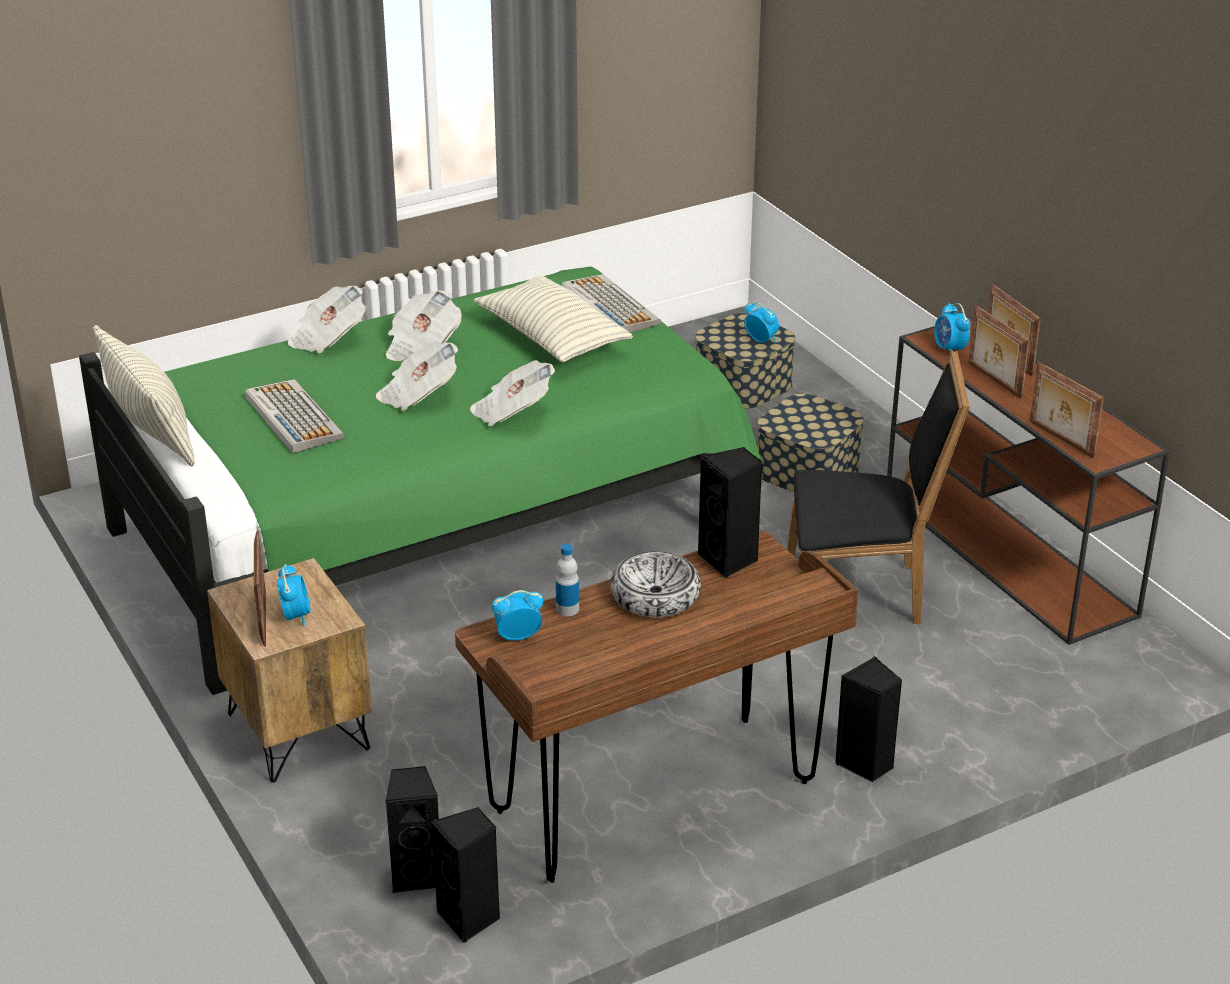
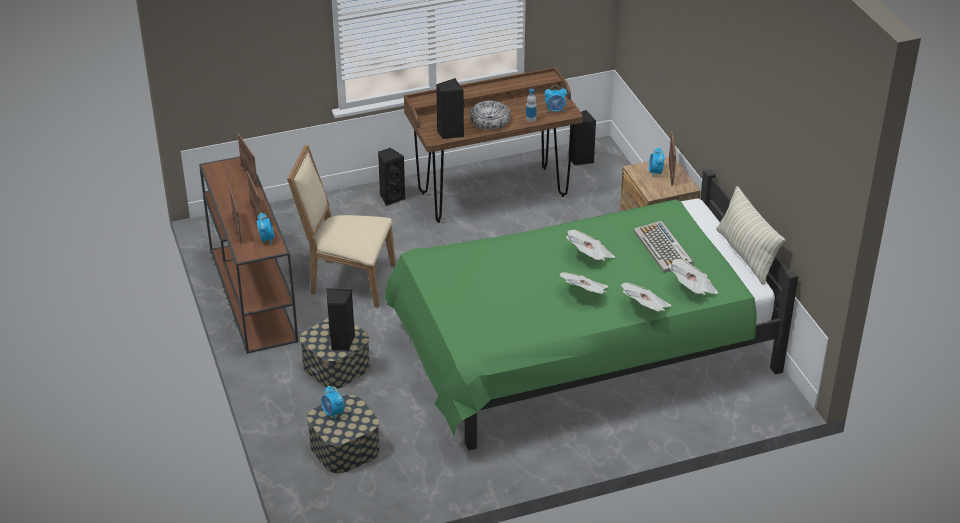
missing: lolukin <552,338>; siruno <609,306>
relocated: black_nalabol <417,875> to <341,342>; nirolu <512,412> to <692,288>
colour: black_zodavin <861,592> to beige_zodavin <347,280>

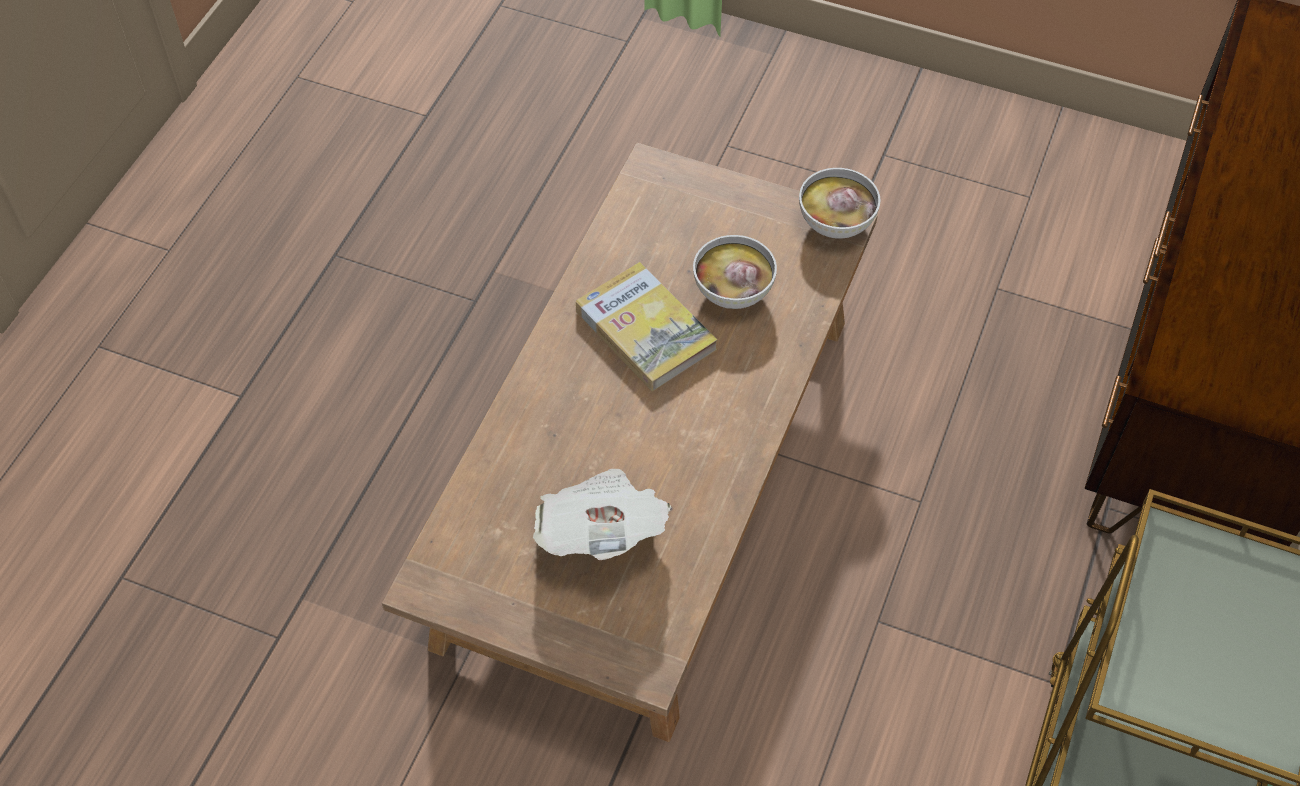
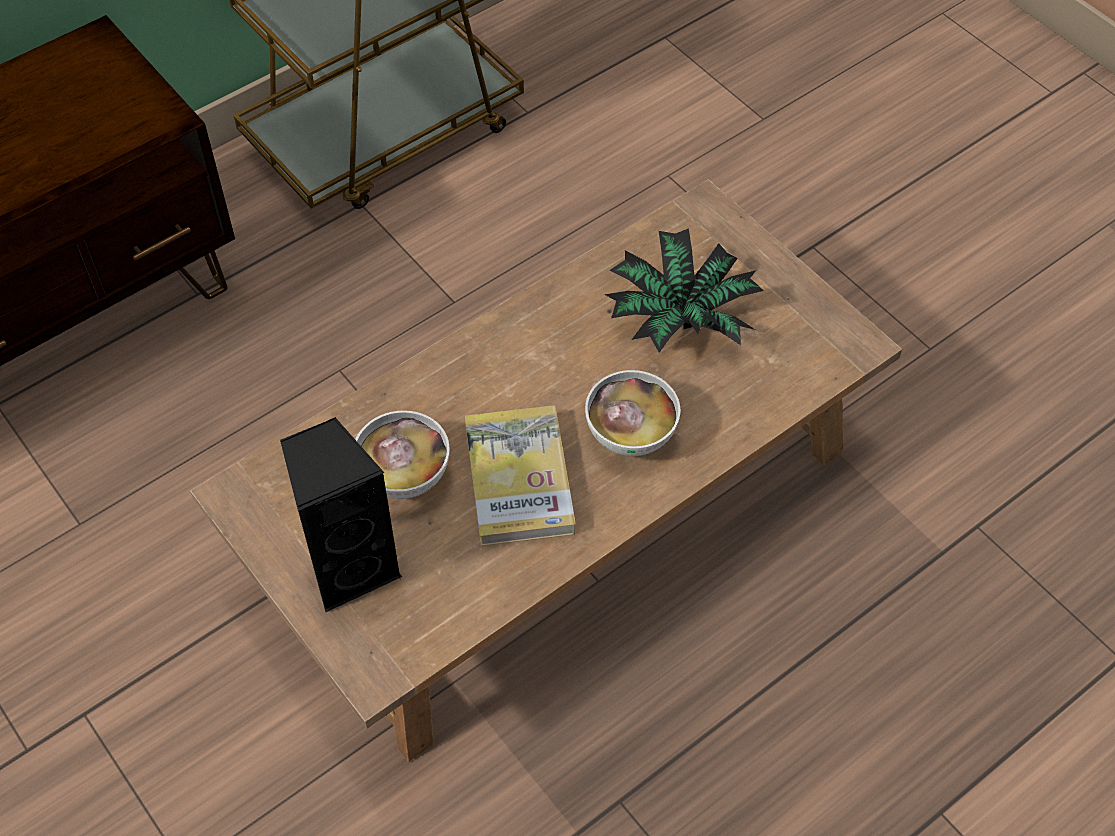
appeared: black_nalabol <350,566>
relocated: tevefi <835,224> to <631,434>
exchanged: nirolu <602,532> to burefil <680,318>

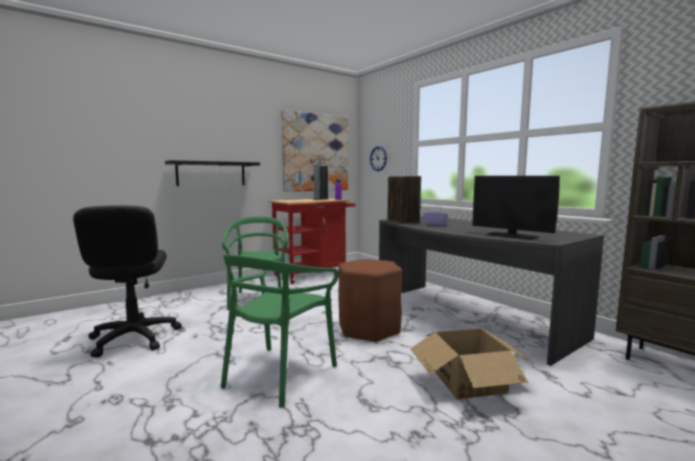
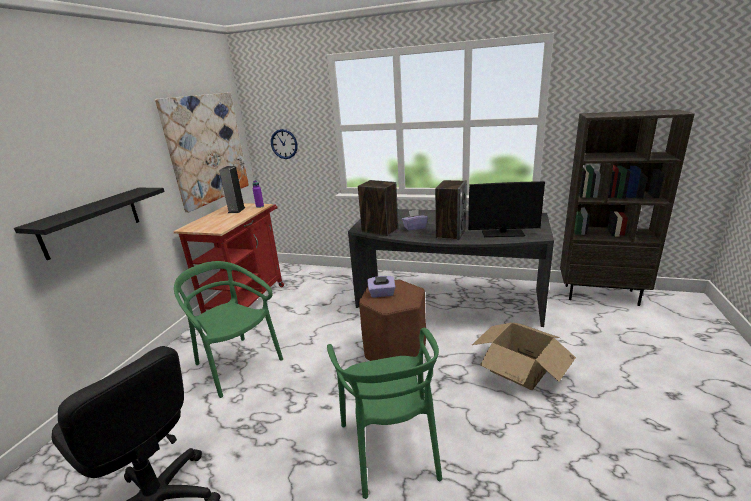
appeared: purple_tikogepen <382,294>; nalabol <450,233>

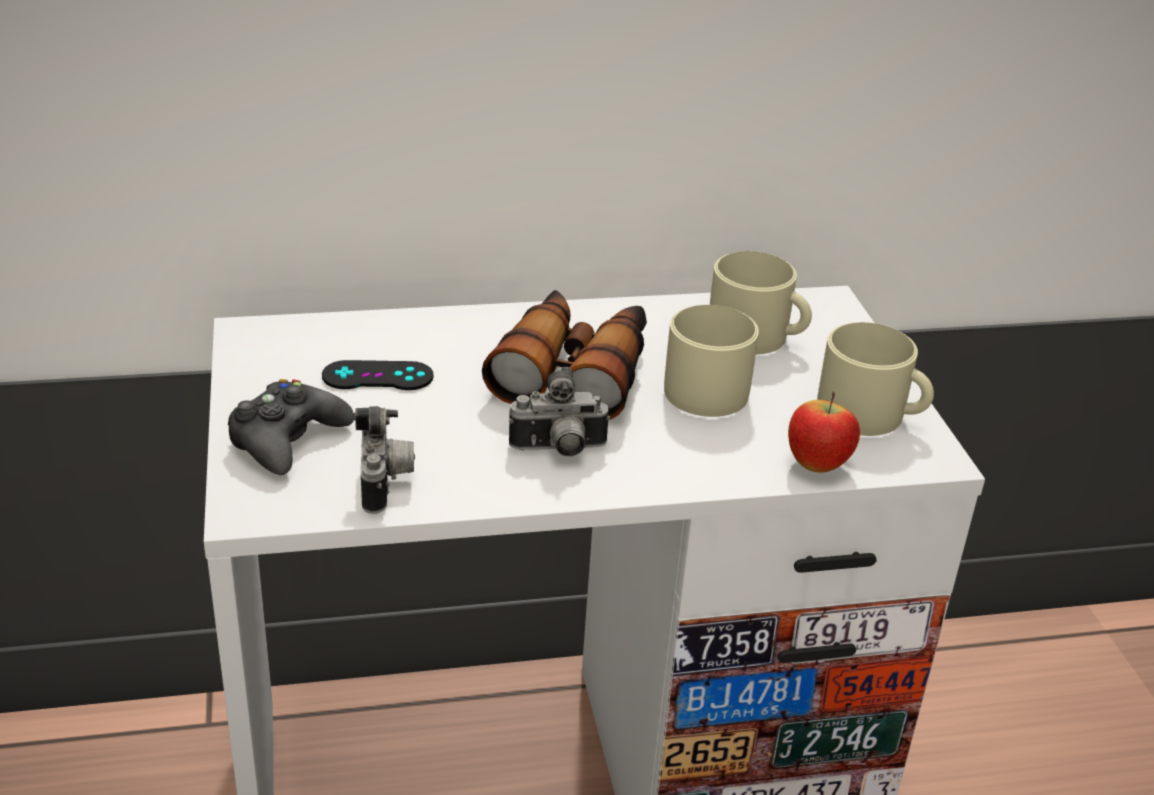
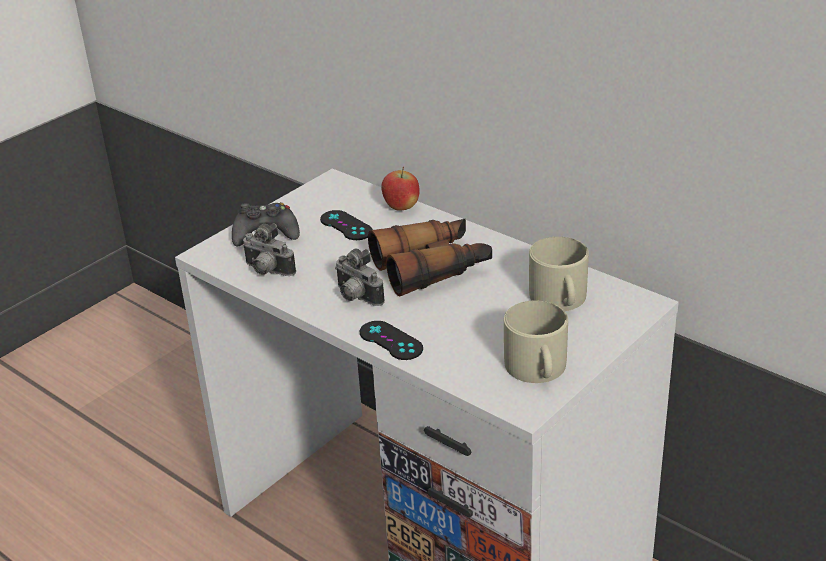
missing: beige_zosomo <708,386>
appeared: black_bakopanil <391,341>
relocated: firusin <817,465> to <401,208>
spun: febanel <386,484> = <267,272> 75 degrees clockwise

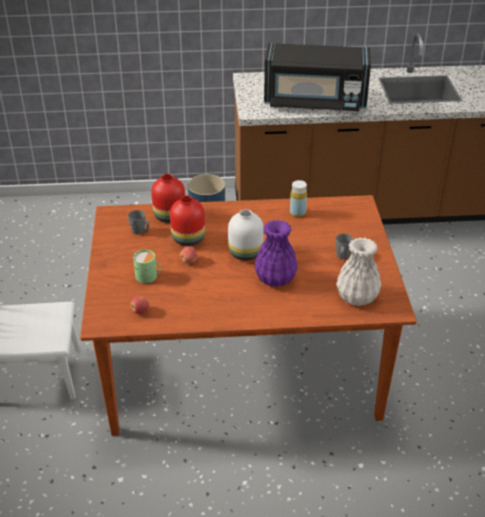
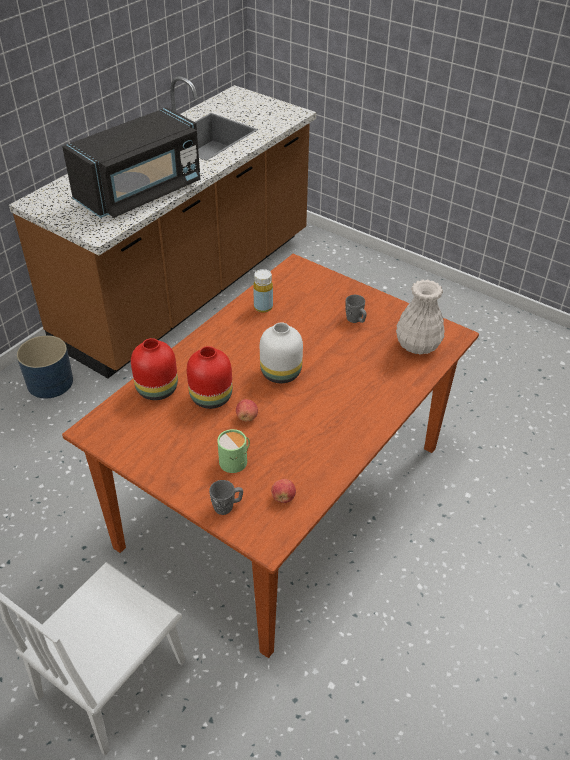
missing: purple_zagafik <275,279>
relocated: grey_zosomo <140,231> to <227,506>

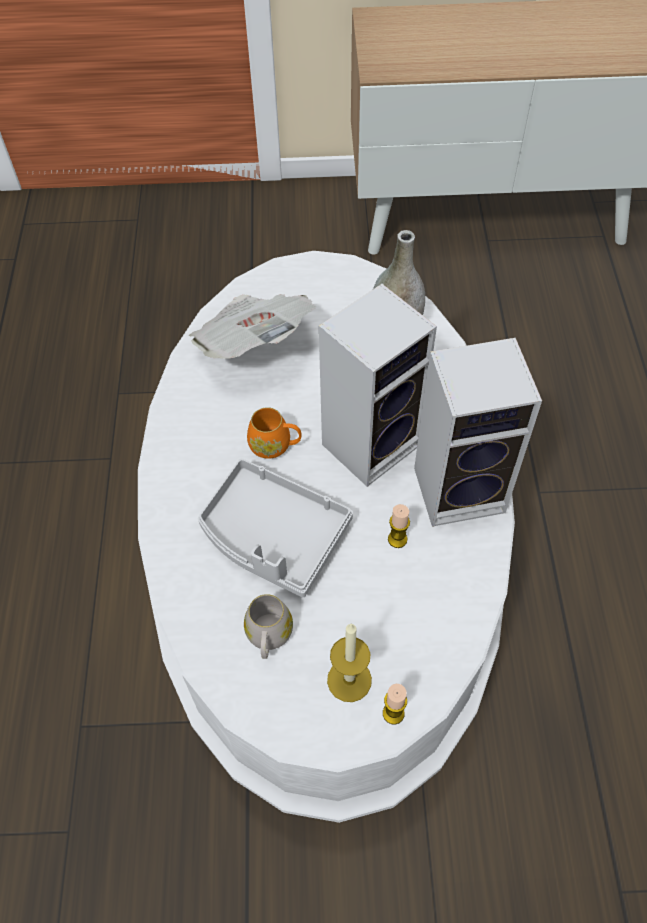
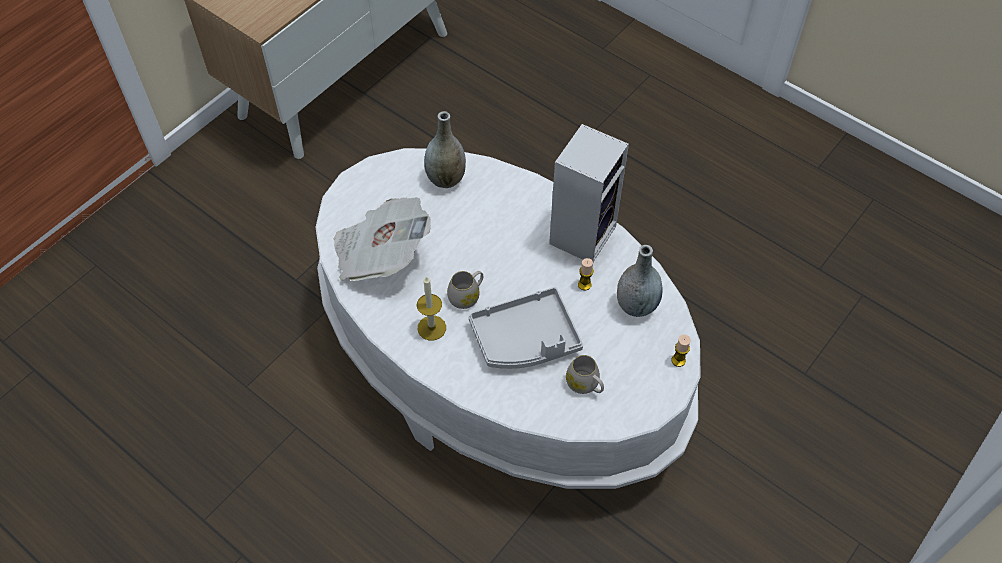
missing: nalabol <372,442>
appeared: grey_zagafik <636,305>
relocated: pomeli <349,680> to <431,328>
colour: orange_zosomo <275,446> to white_zosomo <467,296>

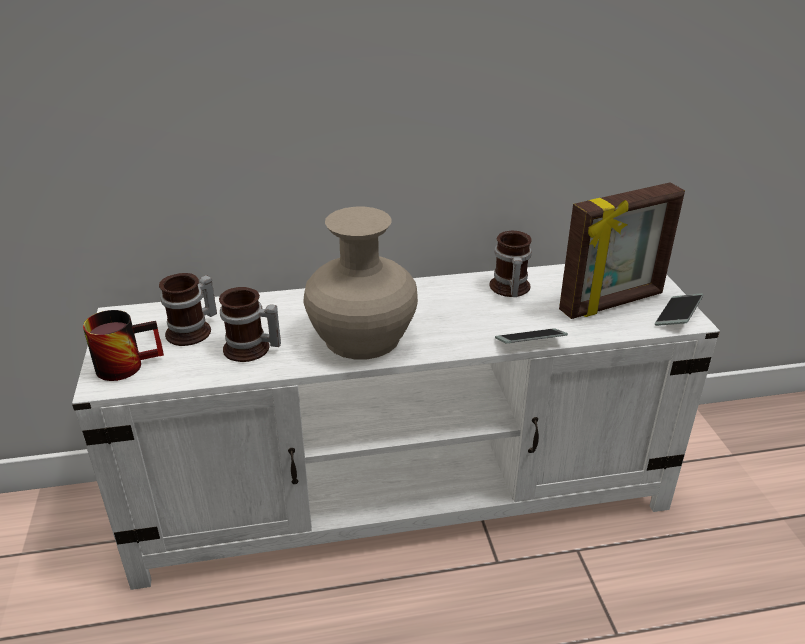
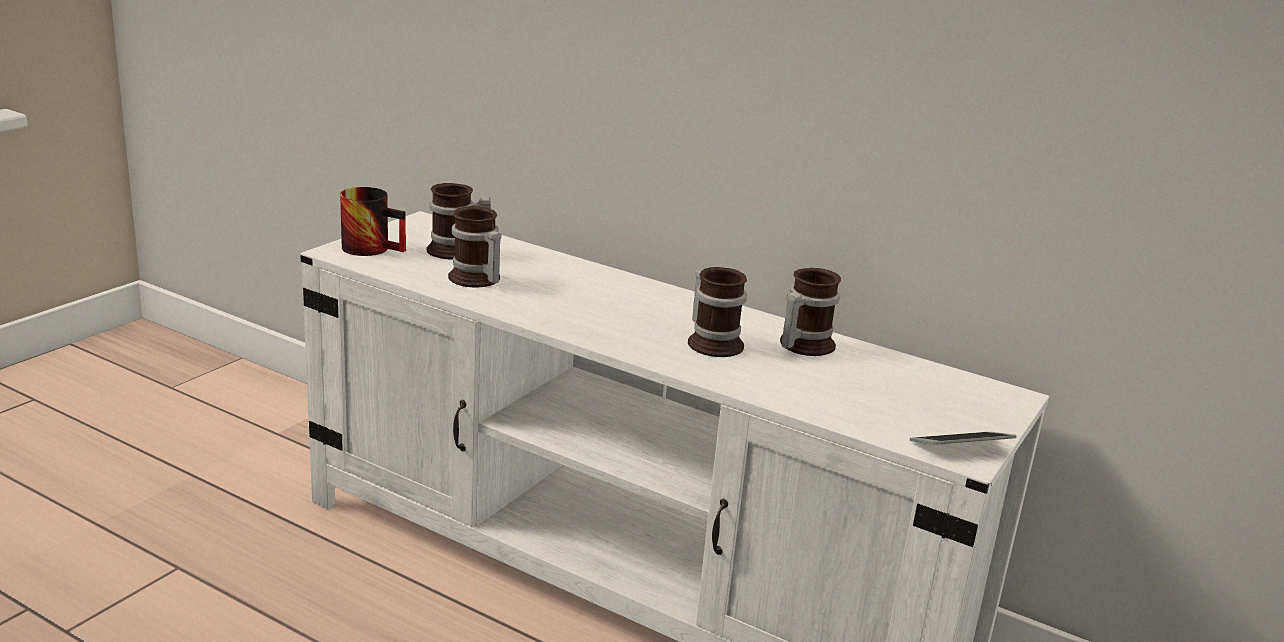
missing: beige_zagafik <362,337>; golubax <530,342>; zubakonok <612,303>
appeared: zosomo <714,342>

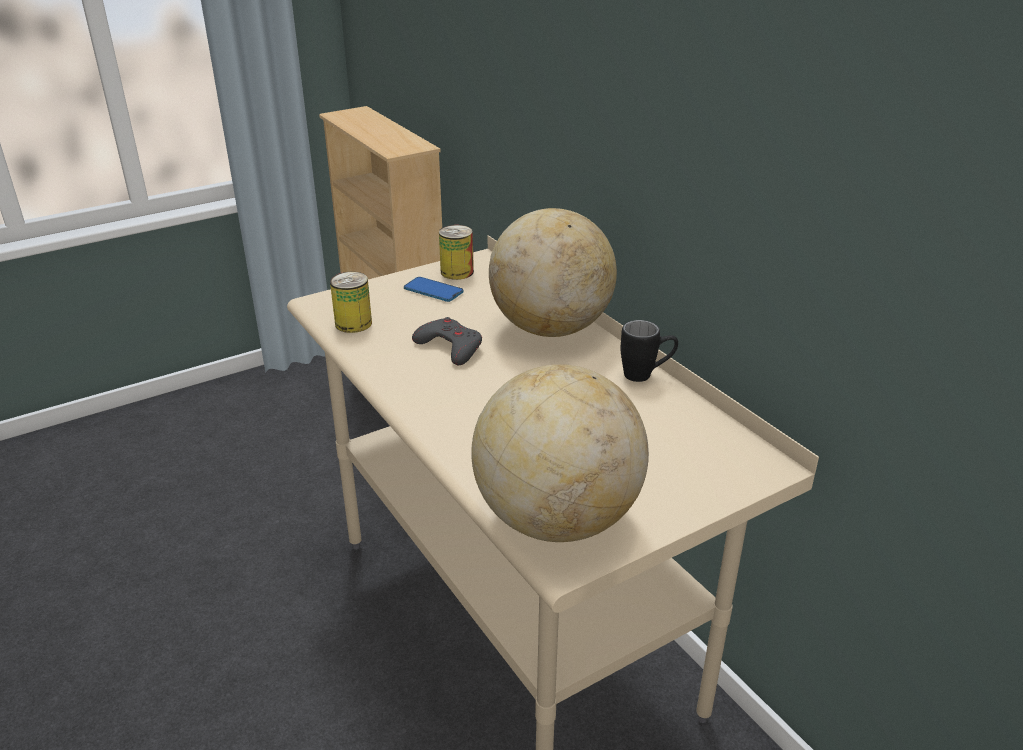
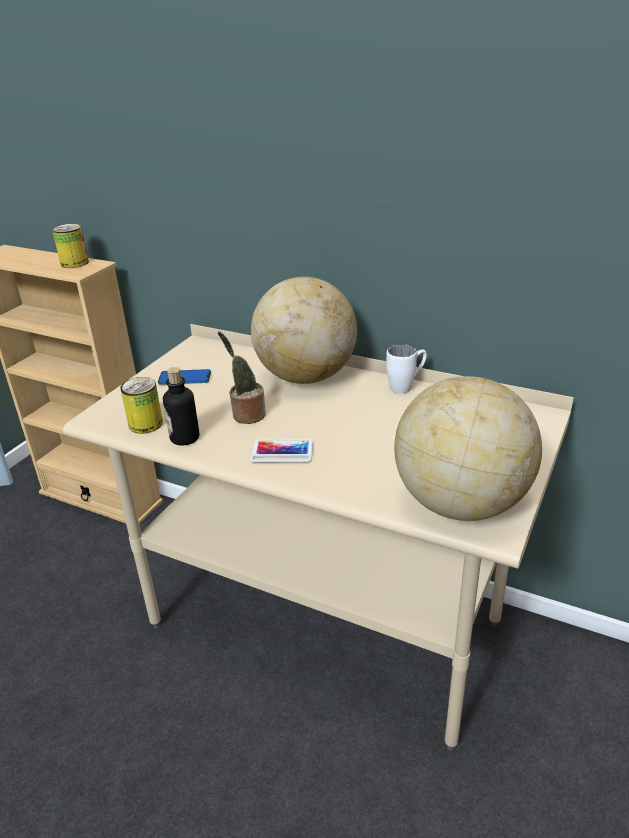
appeared: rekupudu <185,438>; golubax <282,452>
relocated: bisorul <457,272> to <74,263>
exchanged: grey_bakopanil <450,347> to burefil <246,415>
colour: black_zosomo <646,375> to white_zosomo <406,386>

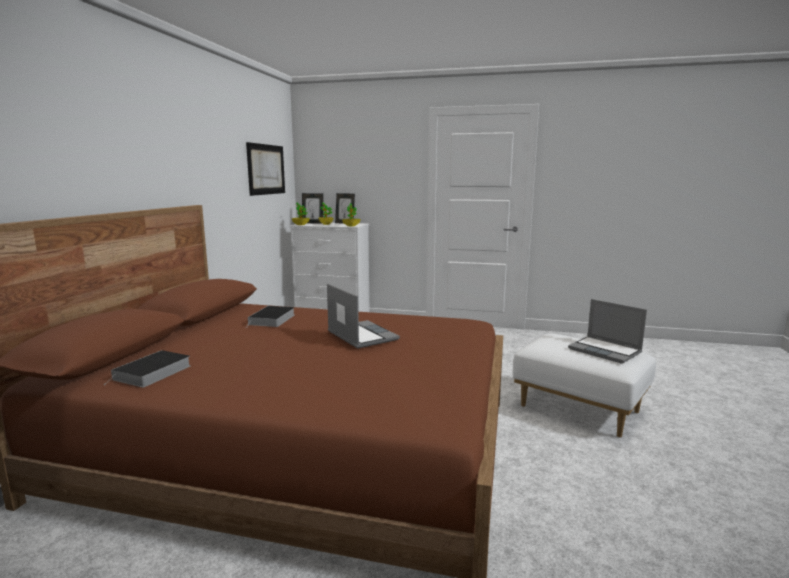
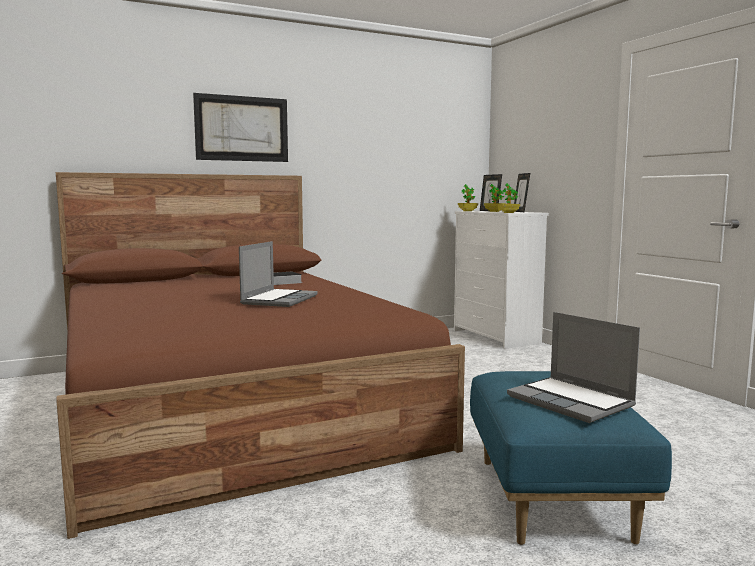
missing: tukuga <152,373>
relocated: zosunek <266,169> to <242,128>
colour: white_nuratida <580,409> to blue_nuratida <554,499>
spun: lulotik <605,351> = <572,401> 45 degrees counterclockwise

